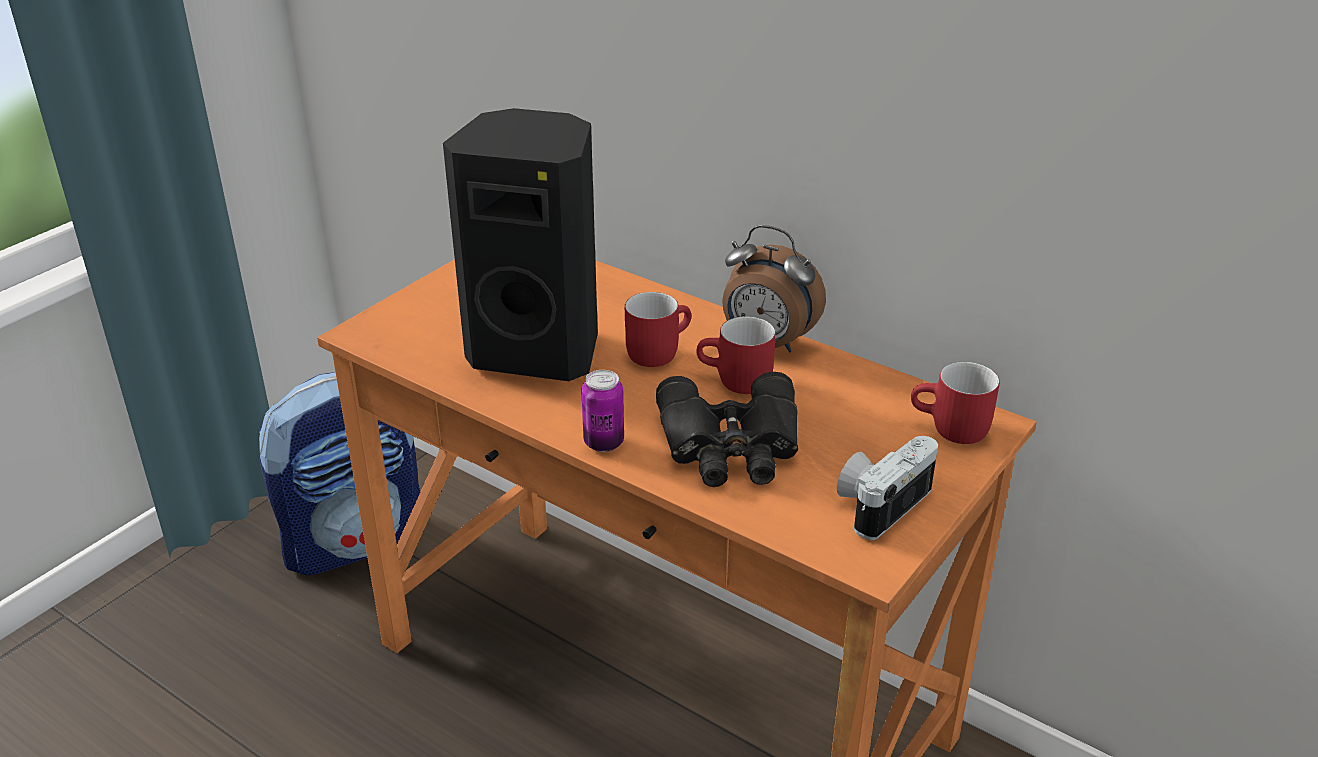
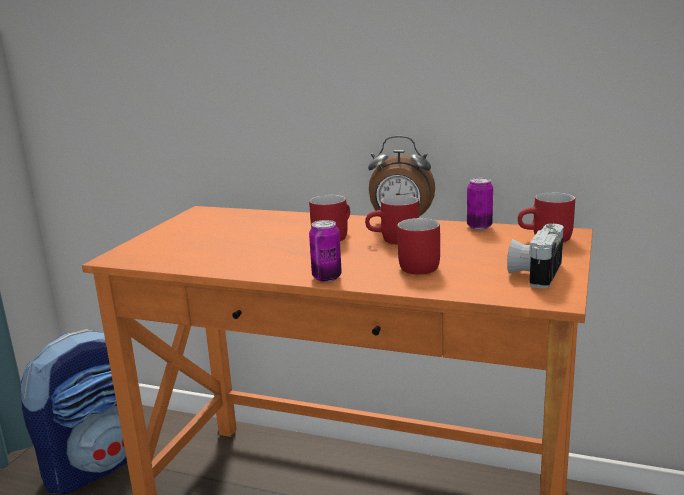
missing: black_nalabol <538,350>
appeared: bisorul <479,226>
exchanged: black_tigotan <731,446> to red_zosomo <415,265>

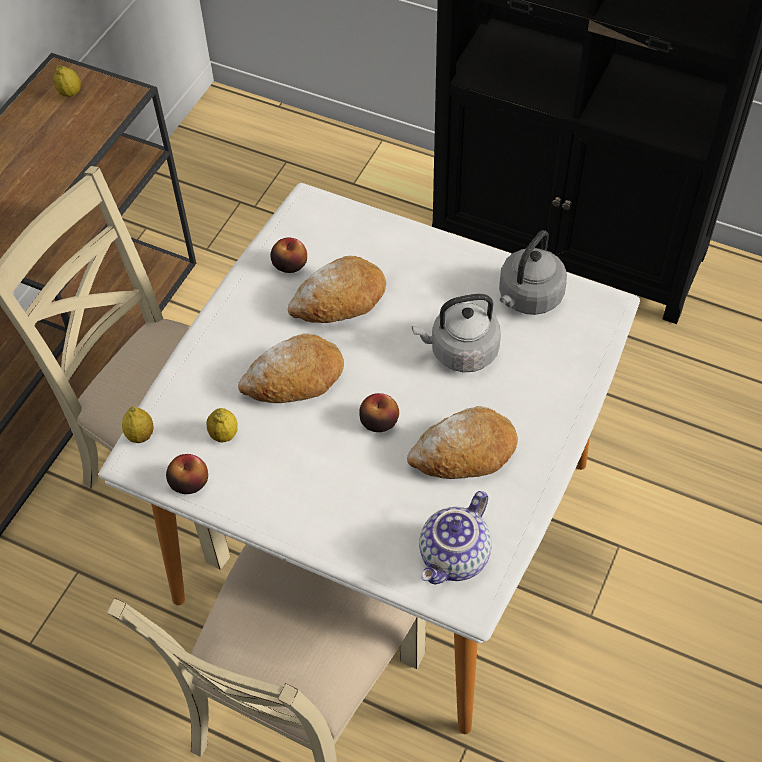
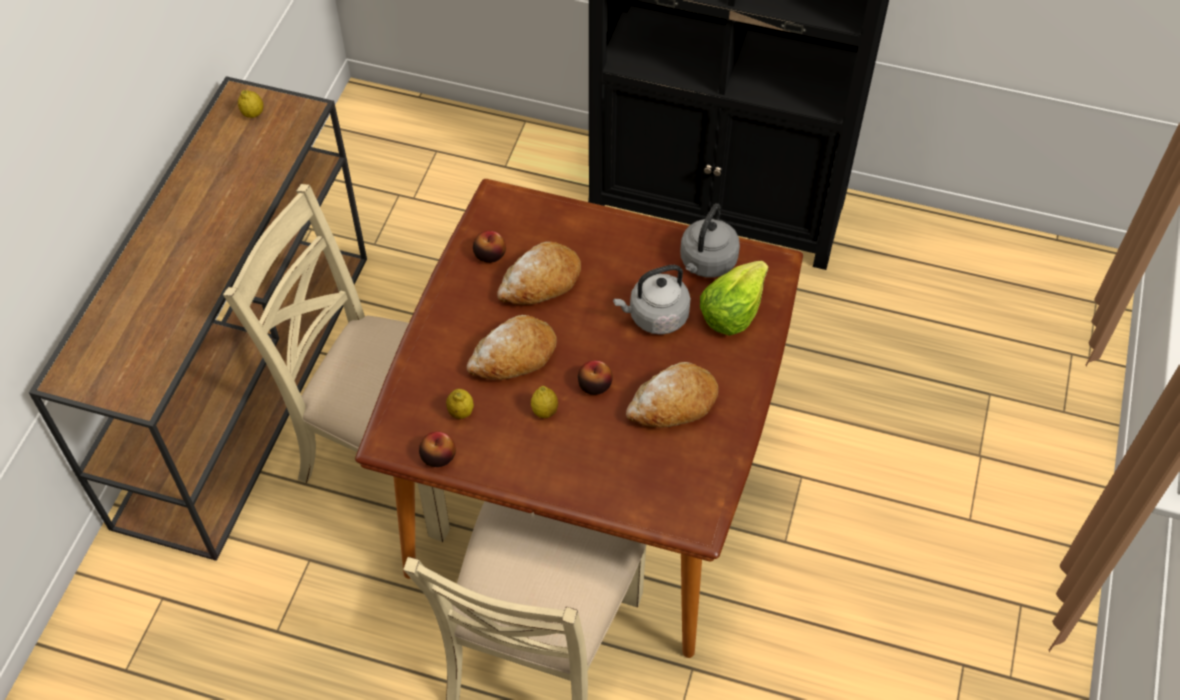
missing: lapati <455,558>
appeared: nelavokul <732,310>
relocated: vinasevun <140,435> to <544,411>
colour: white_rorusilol <387,529> to brown_rorusilol <590,487>

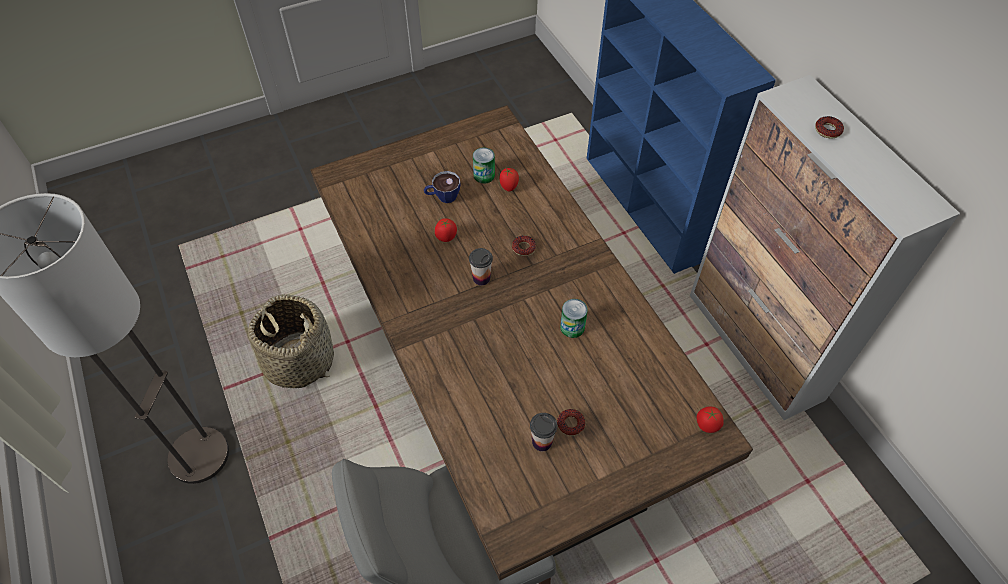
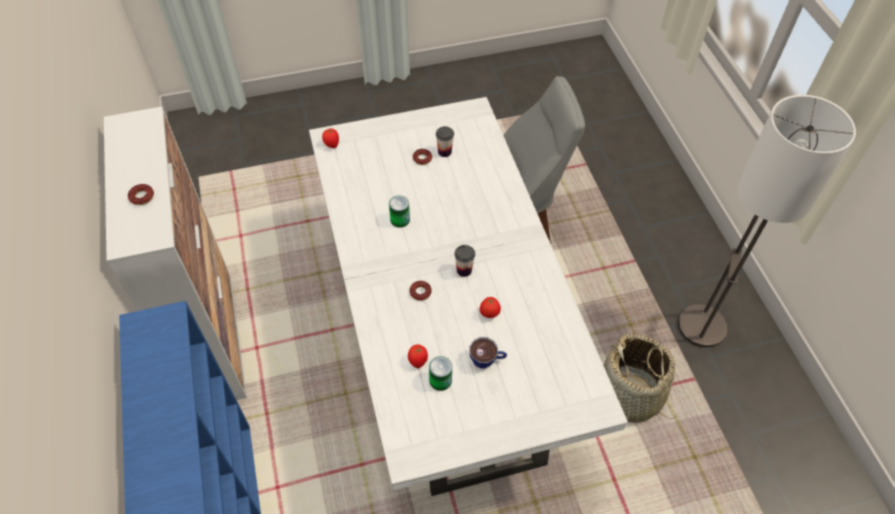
colour: brown_rorusilol <502,386> to white_rorusilol <447,341>

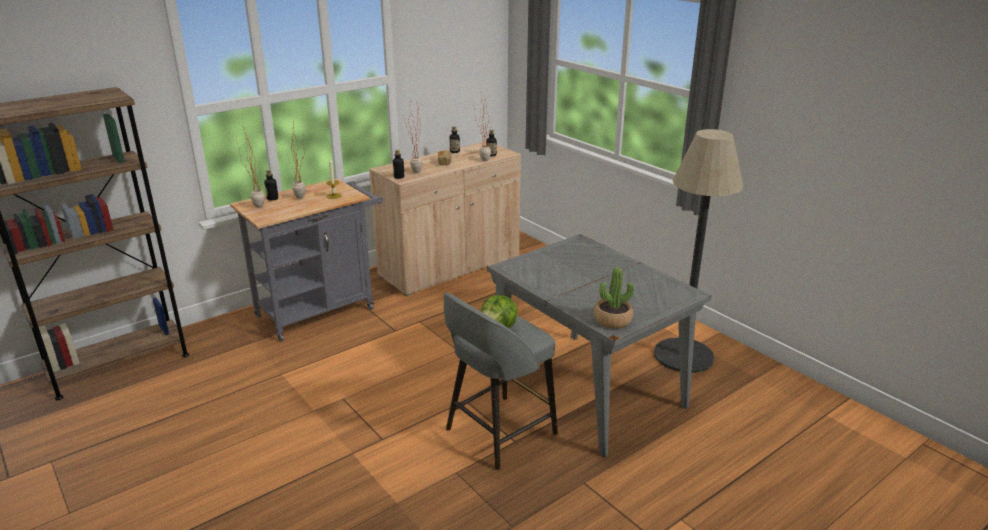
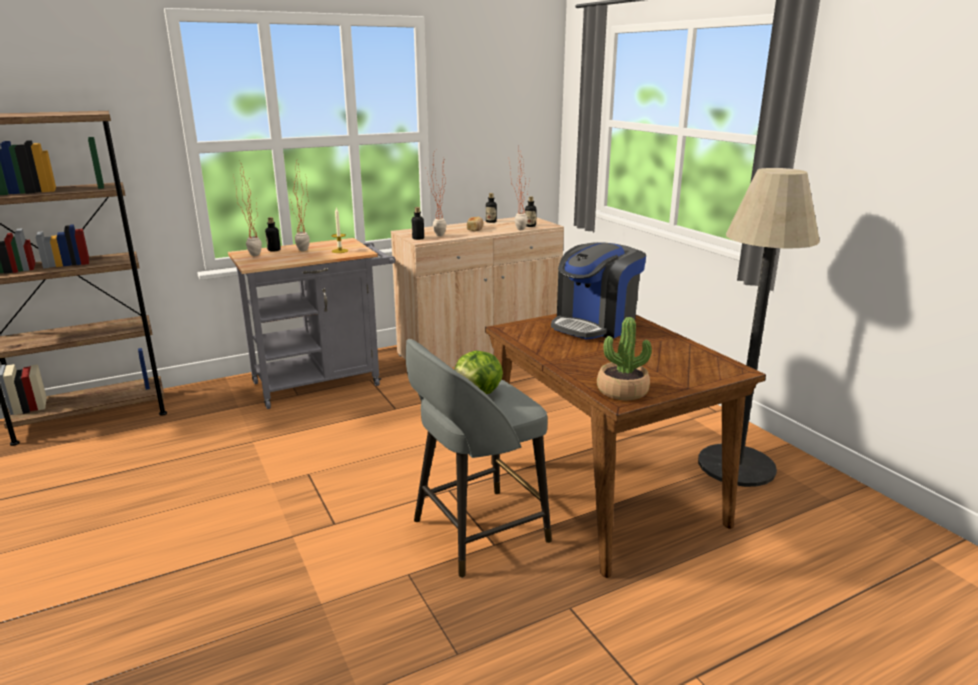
appeared: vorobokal <595,325>
colour: grey_rorusilol <588,390> to brown_rorusilol <604,493>

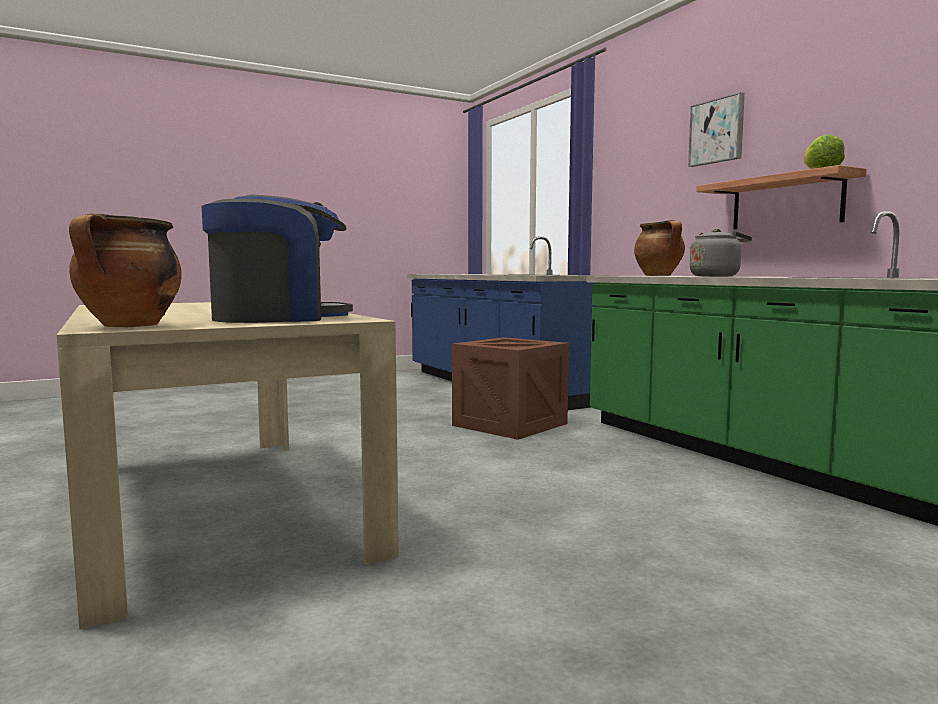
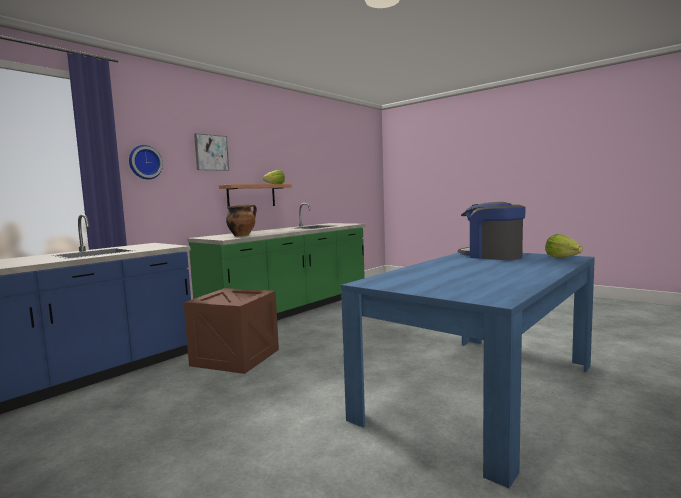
missing: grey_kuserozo <716,276>
appeared: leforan <144,162>
exchanged: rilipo <129,326> to nelavokul <562,257>
colour: beige_rorusilol <216,505> to blue_rorusilol <482,390>

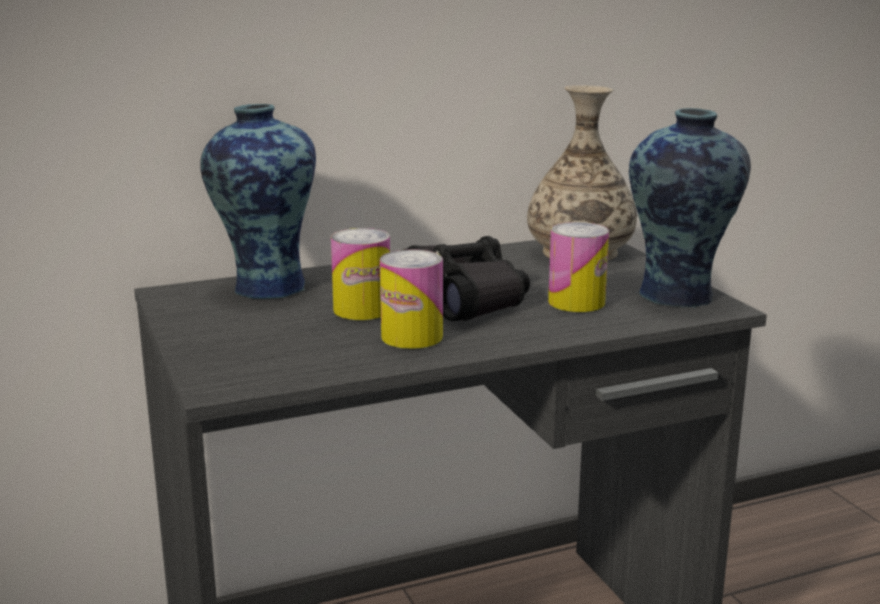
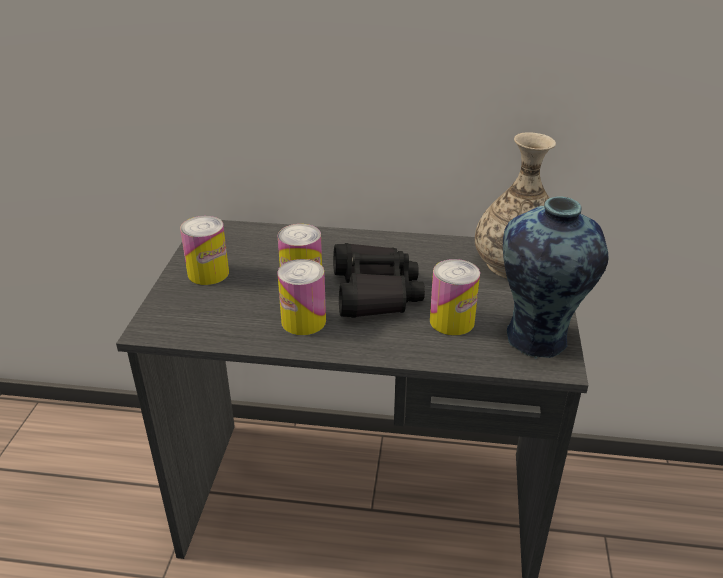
missing: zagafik <266,286>
appeared: bisorul <208,273>

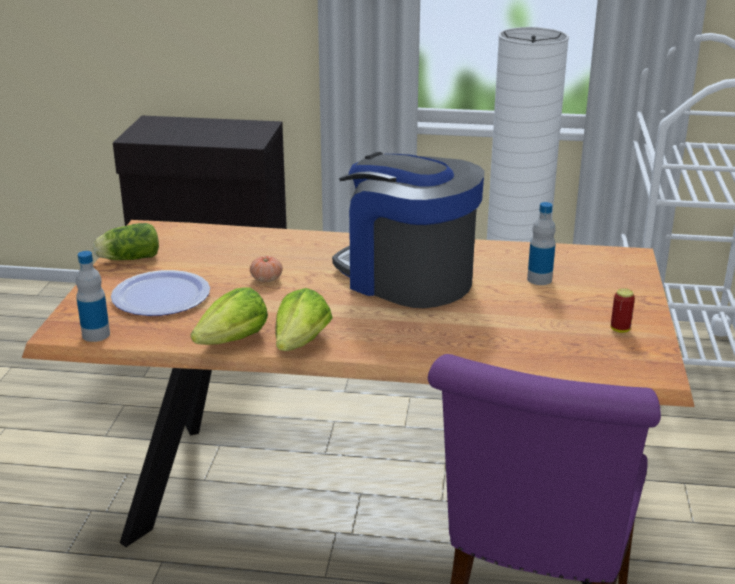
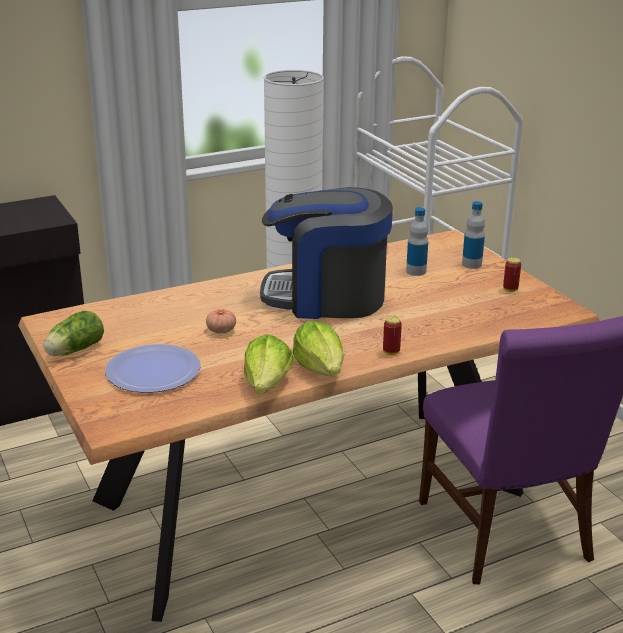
appeared: bisorul <391,352>
relocated: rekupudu <96,335> to <471,264>

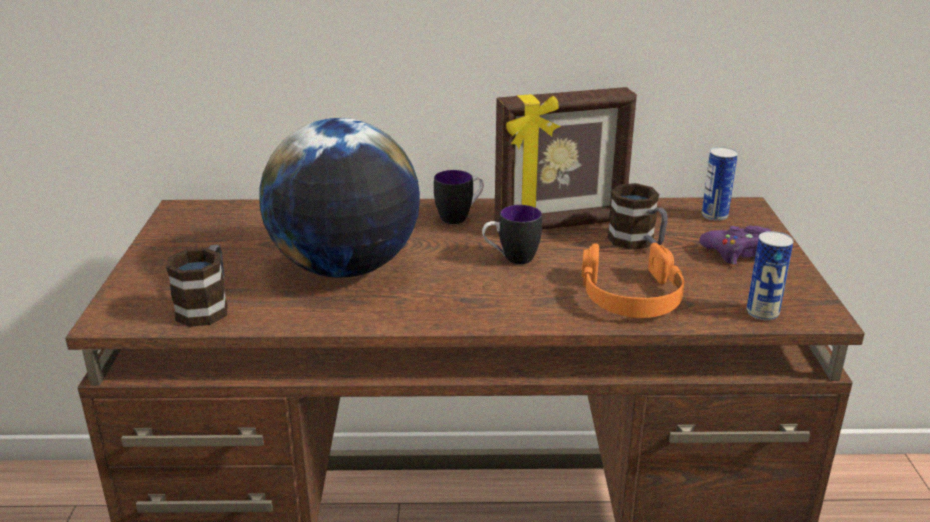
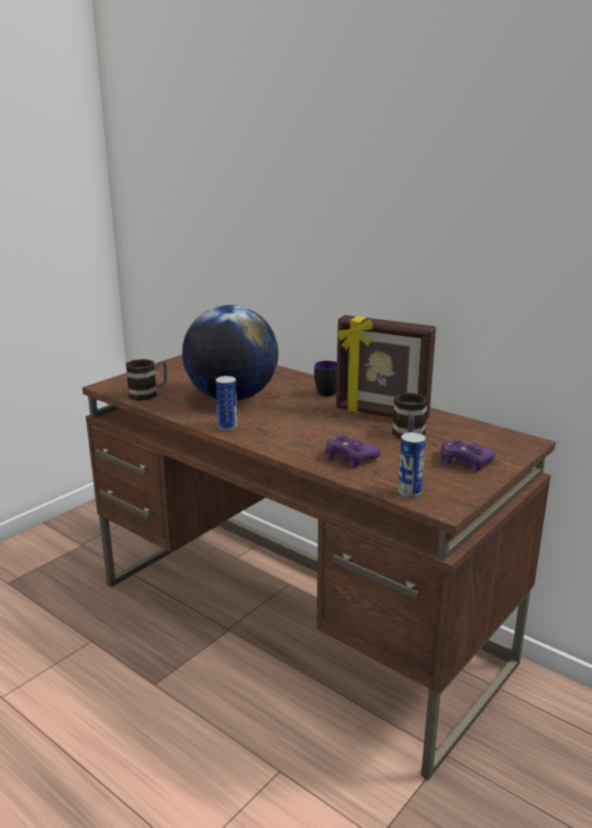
missing: zosomo <511,259>
relocated: bisorul <714,215> to <227,427>
exchanged: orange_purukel <631,295> to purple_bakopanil <349,457>

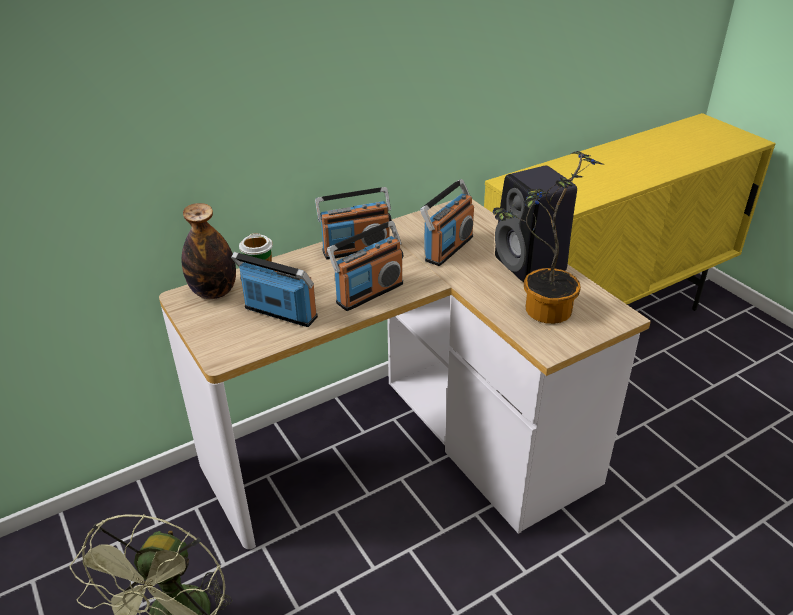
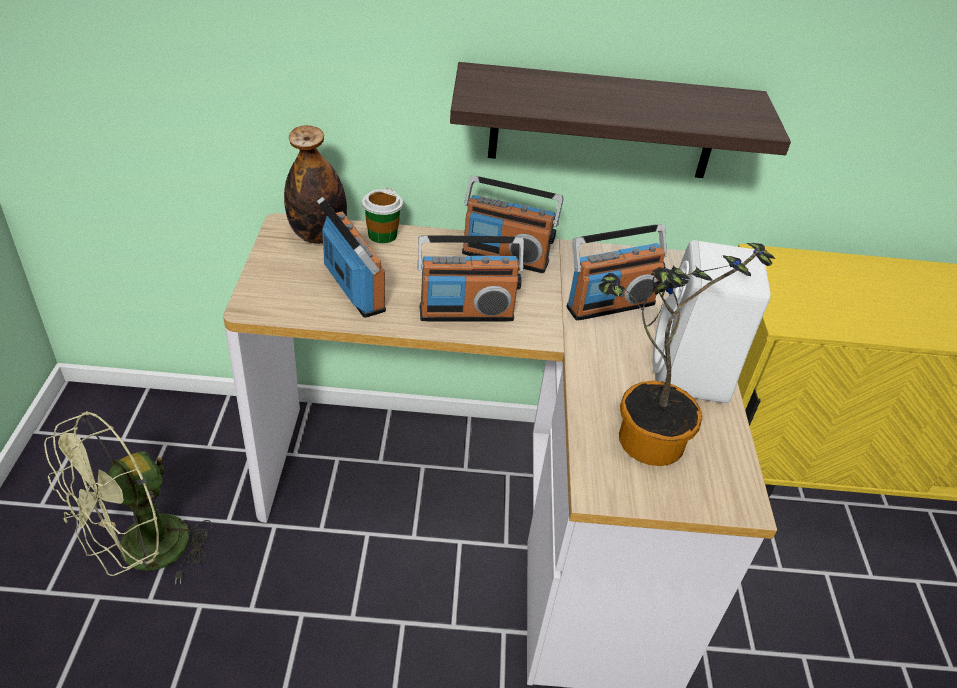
appeared: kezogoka <603,123>
colour: black_nalabol <532,265> to white_nalabol <691,375>

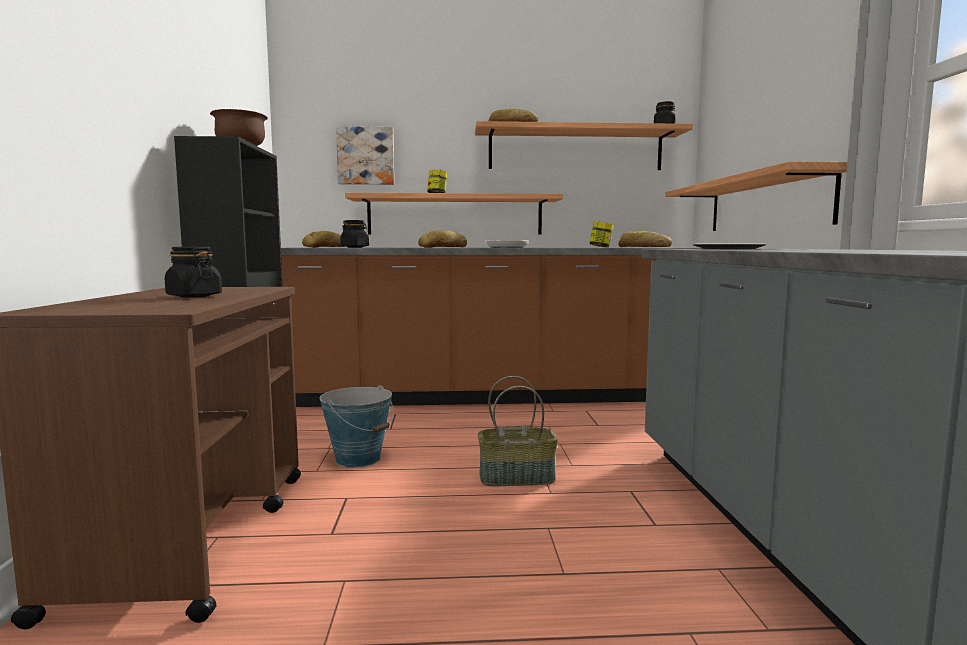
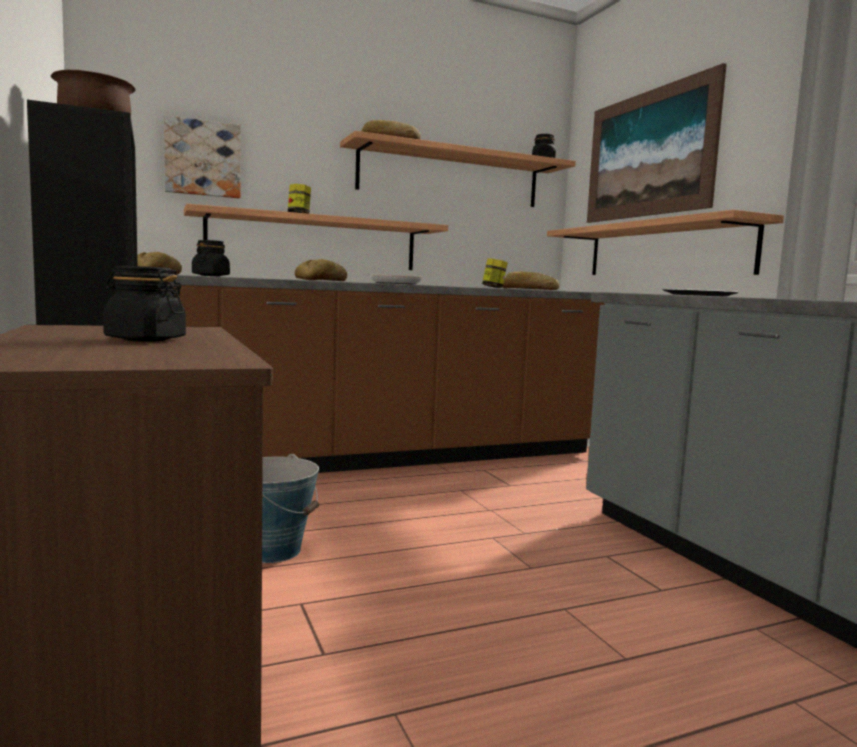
missing: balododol <517,477>
appeared: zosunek <648,154>

